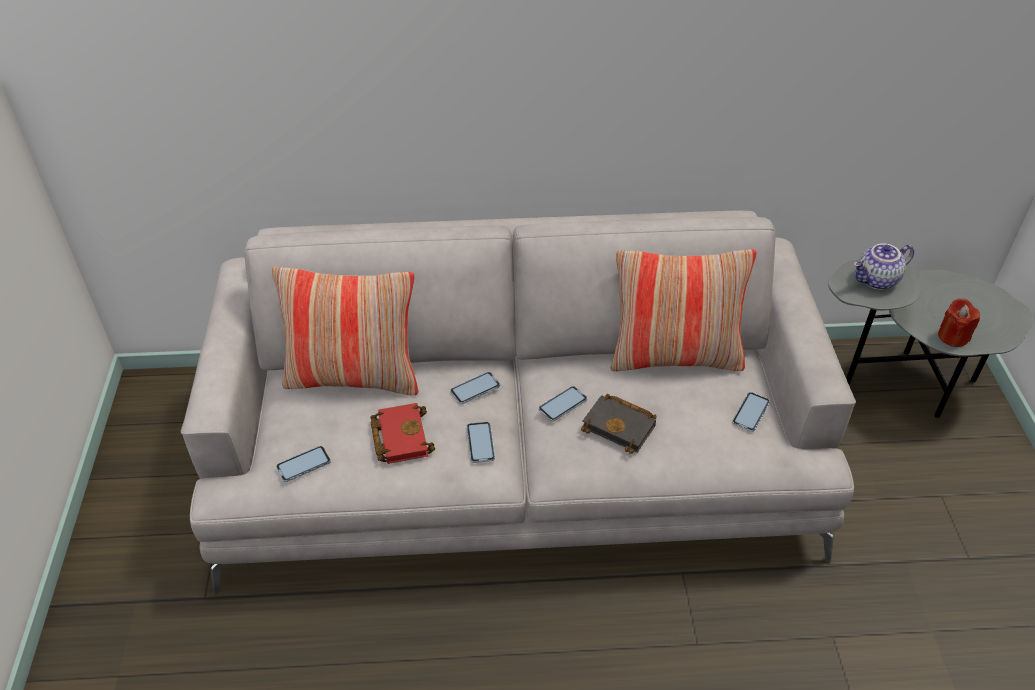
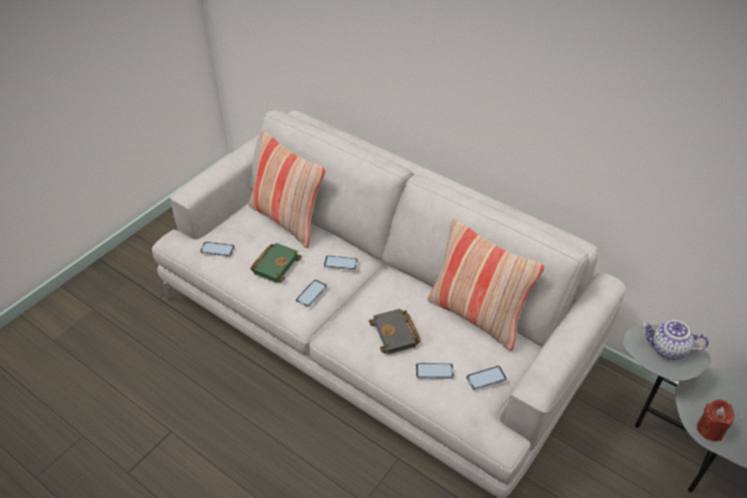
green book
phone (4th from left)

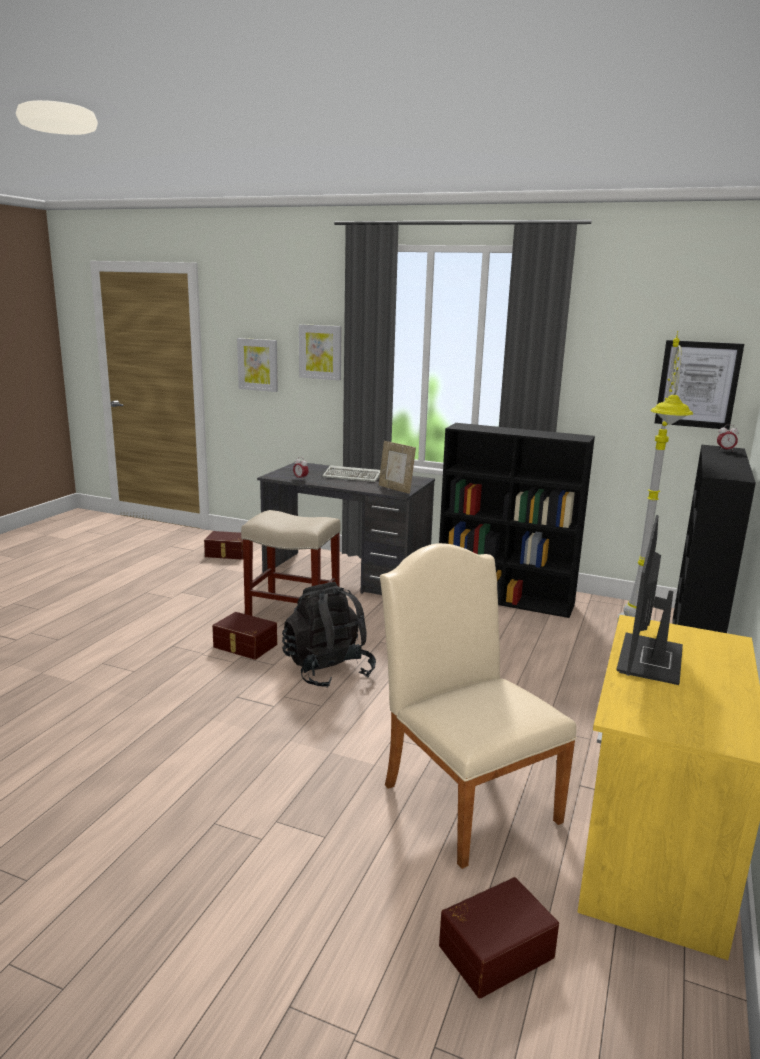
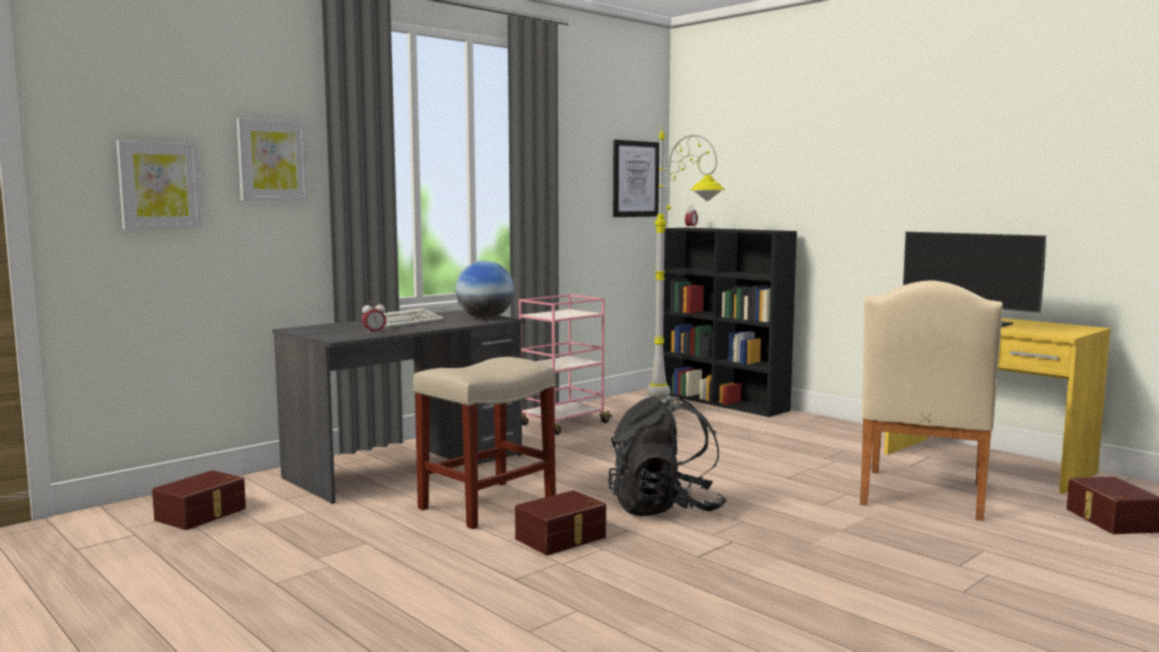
globe
beige chair
pink cart

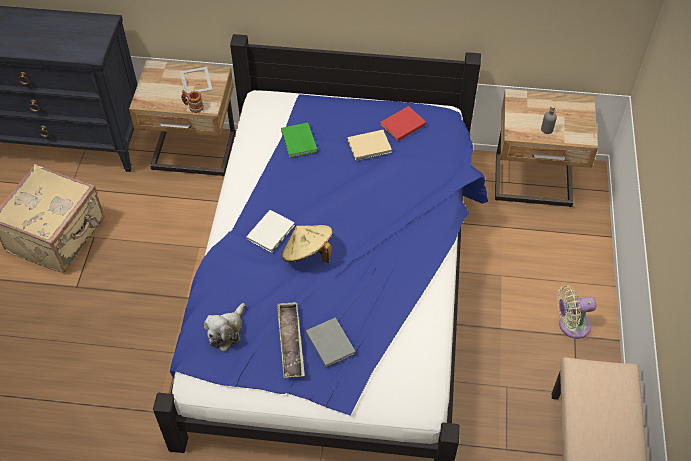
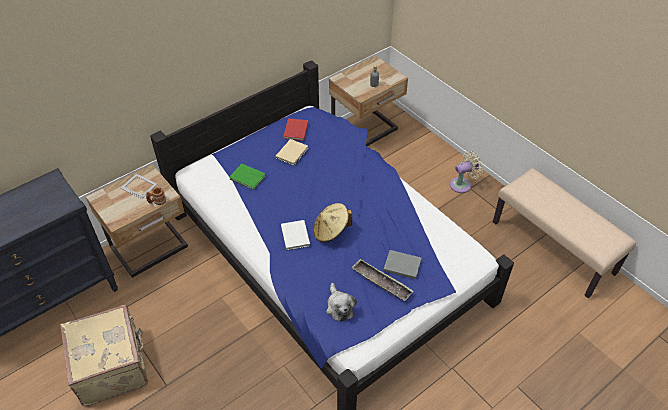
beige fan

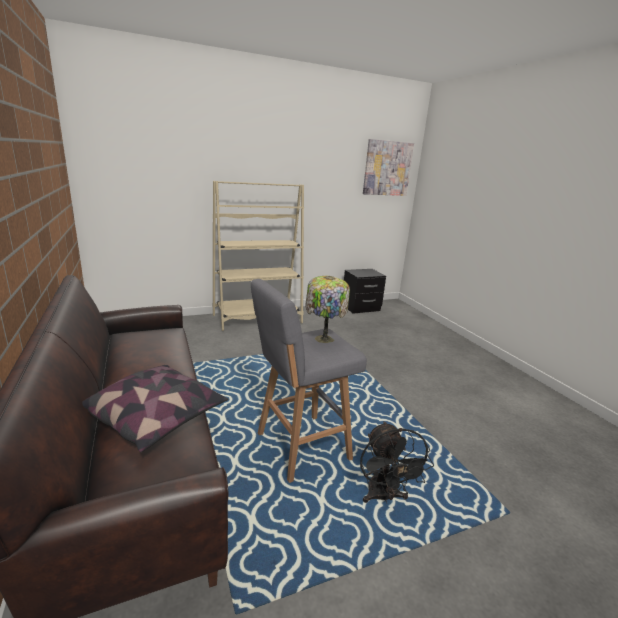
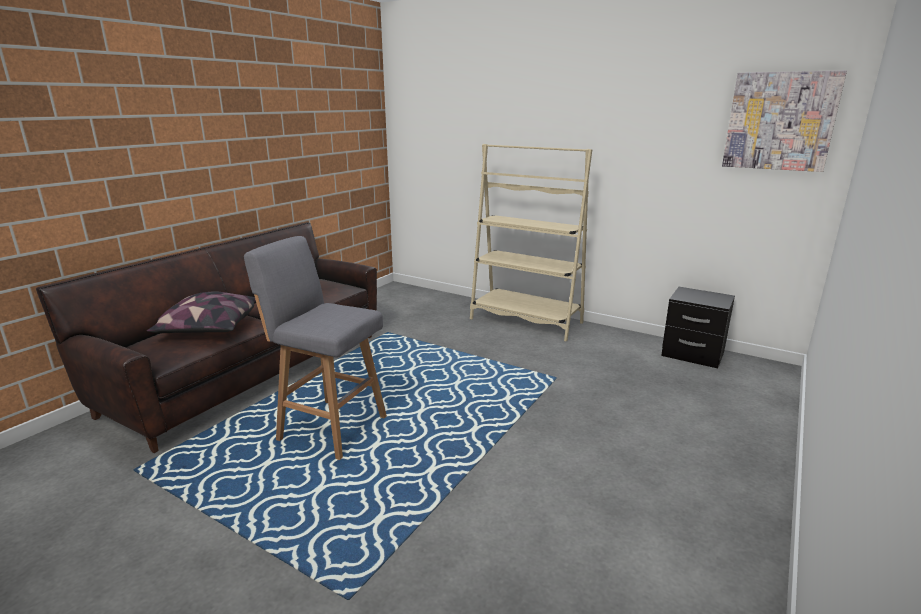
table lamp
black fan

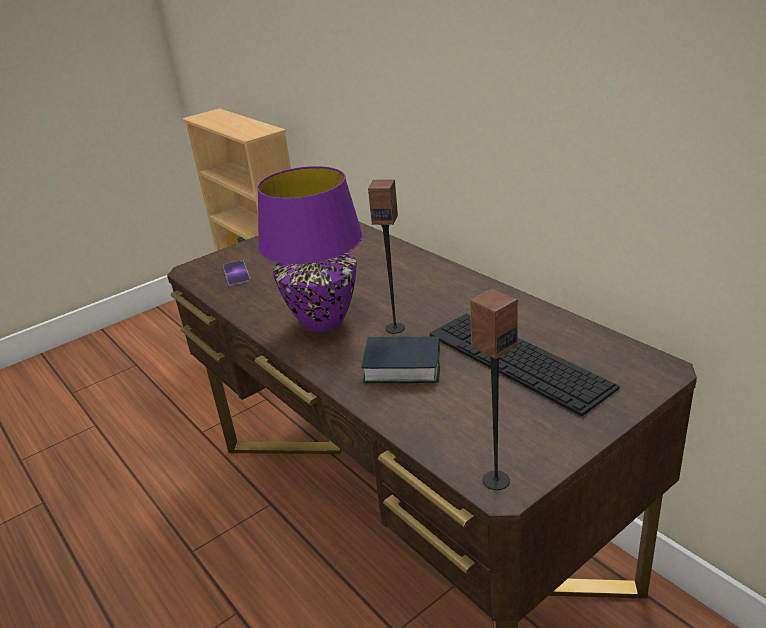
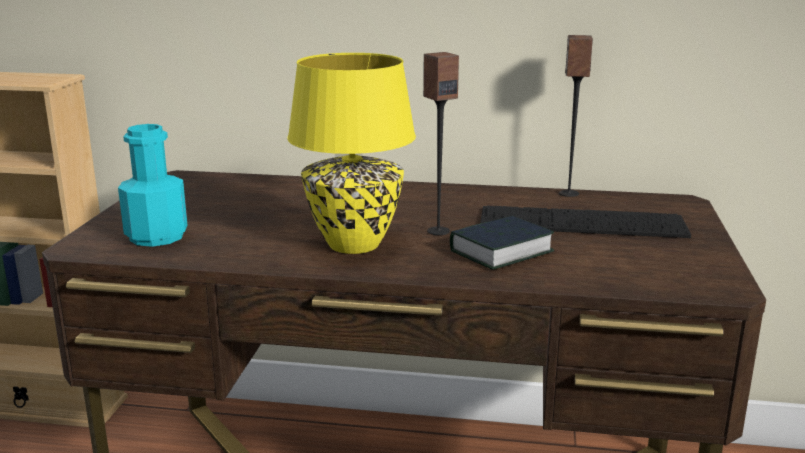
turquoise bottle
yellow table lamp
speaker (2nd from left)

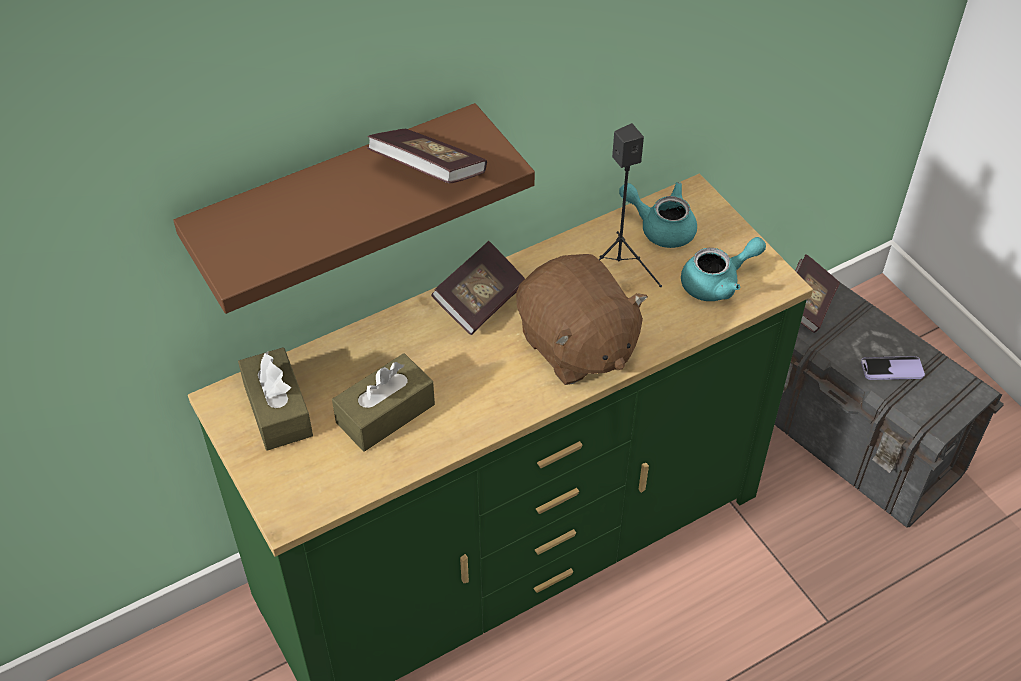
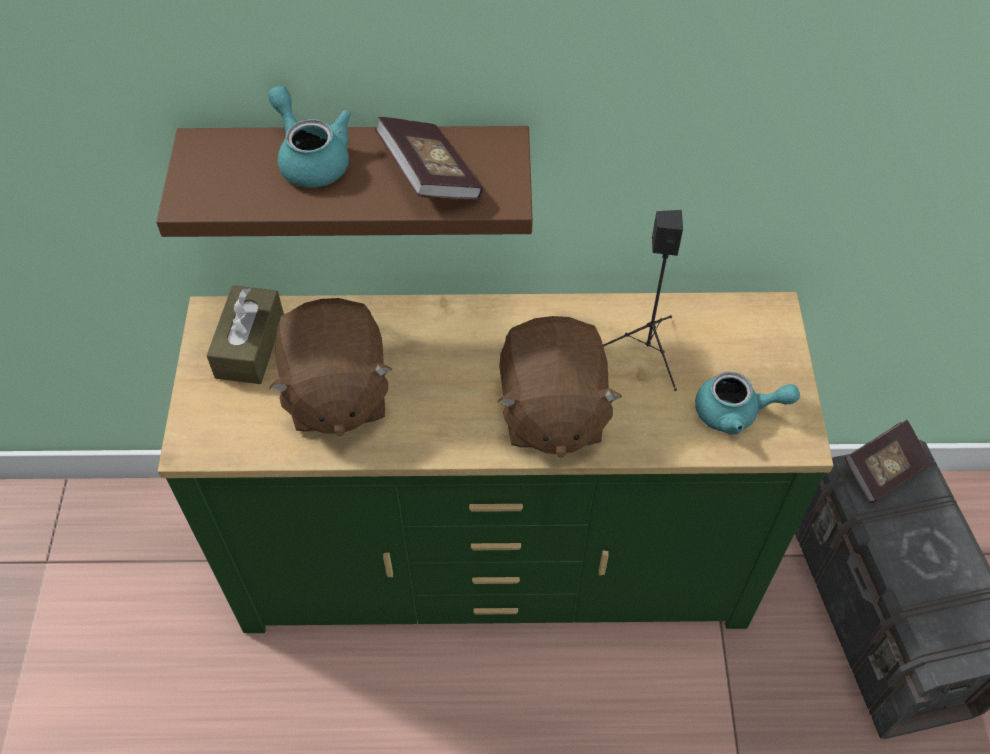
brown plush toy (1st from left)
book (2nd from left in the first image)
turquoise teapot (1st from left)
phone

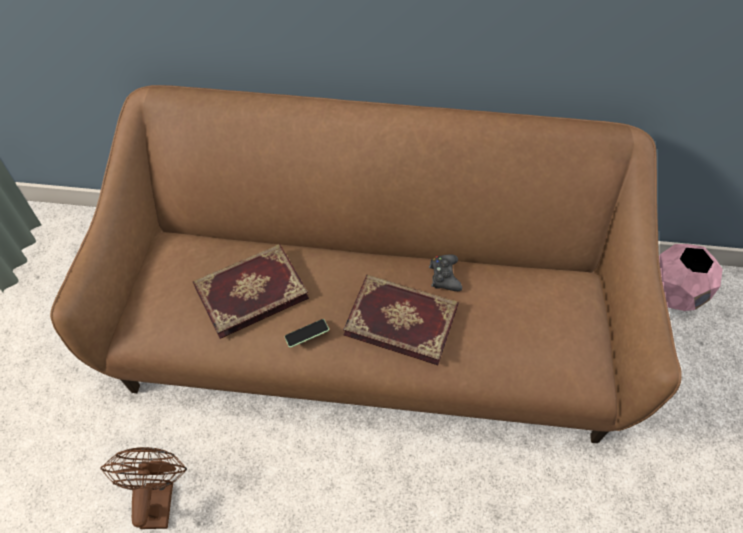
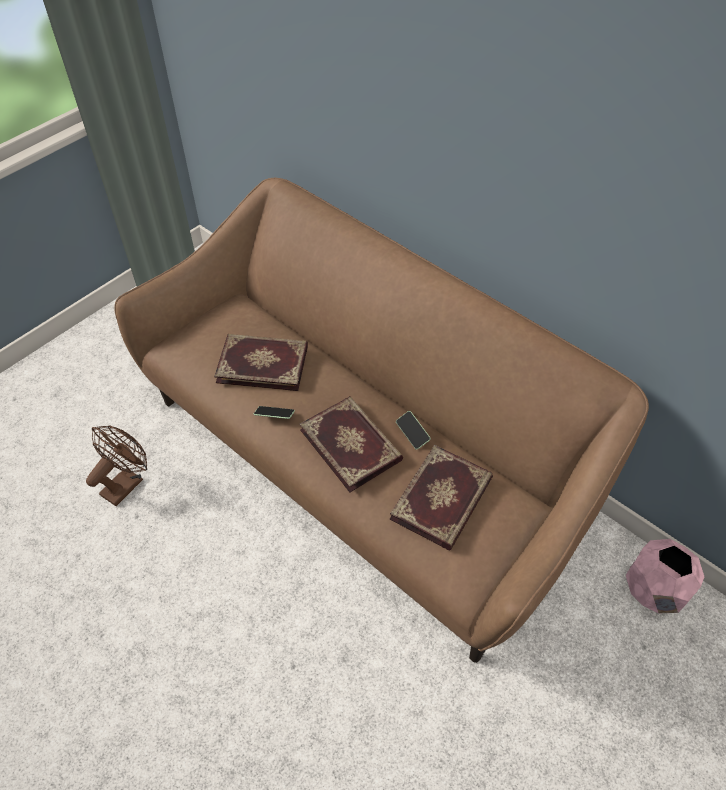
phone (2nd from left)
book (3rd from left)

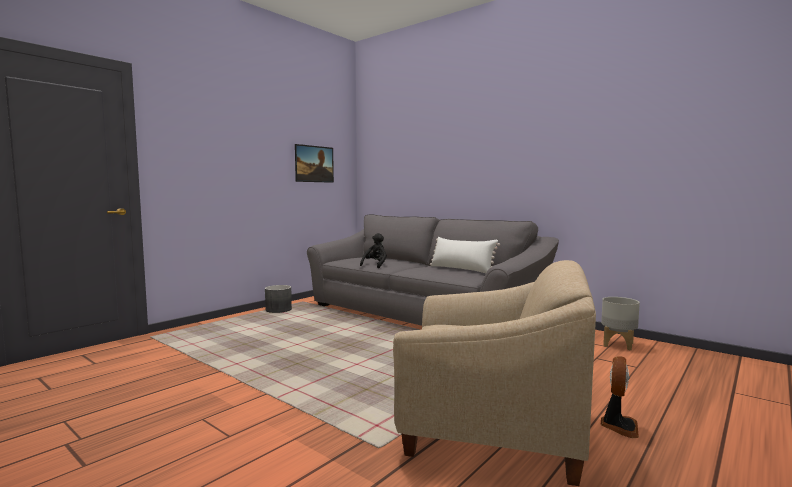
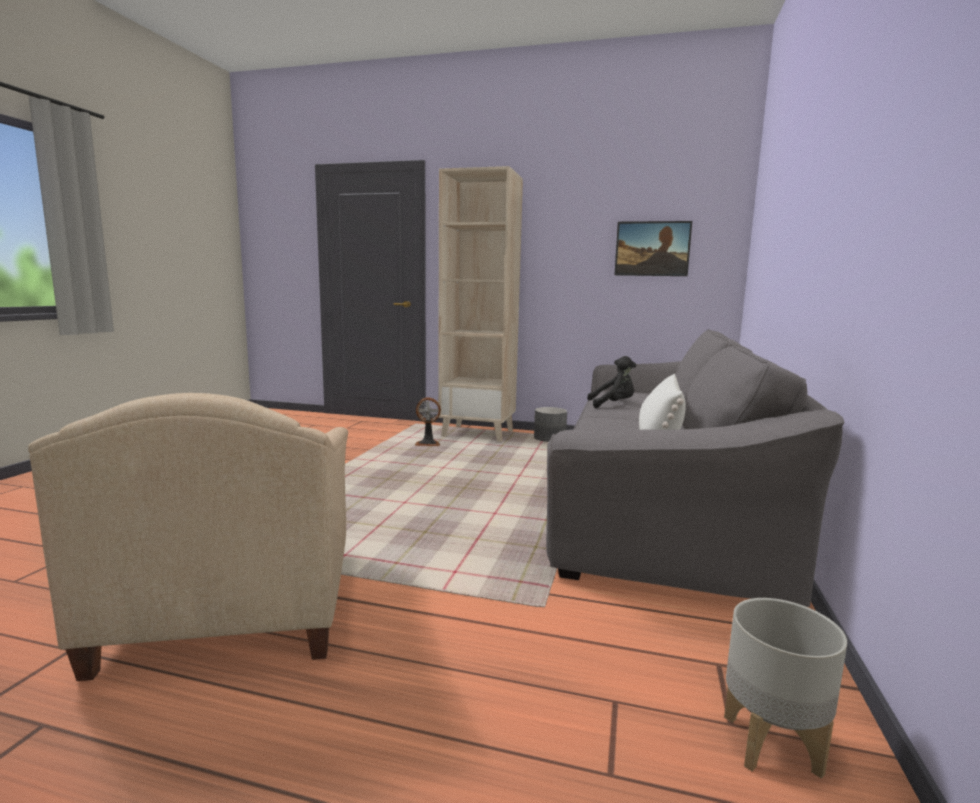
fan
beige bookcase

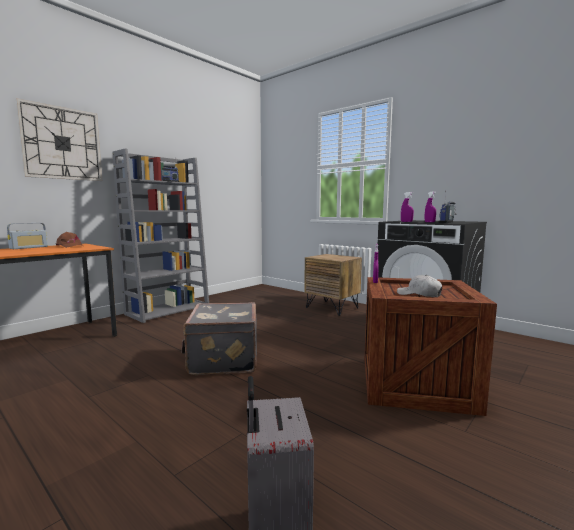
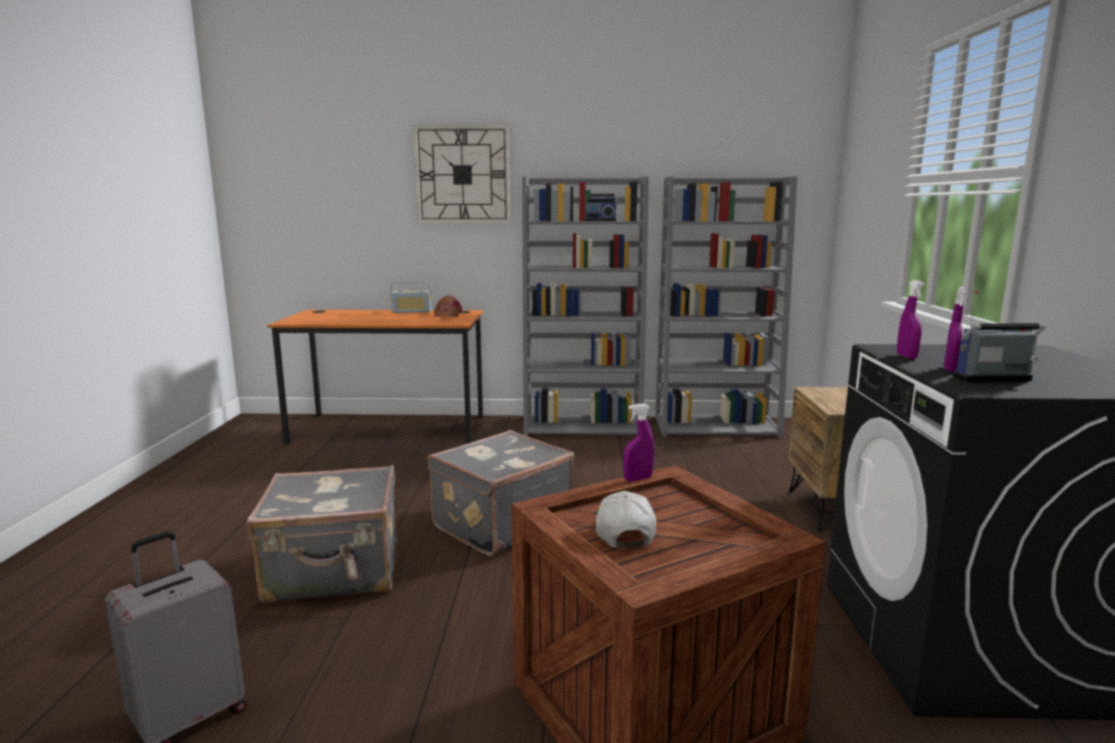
grey suitcase (2nd from left)
grey bookcase (2nd from left)

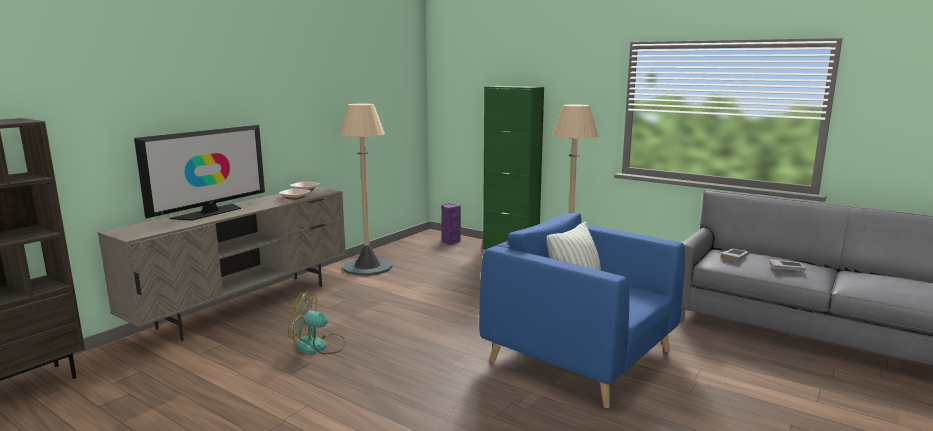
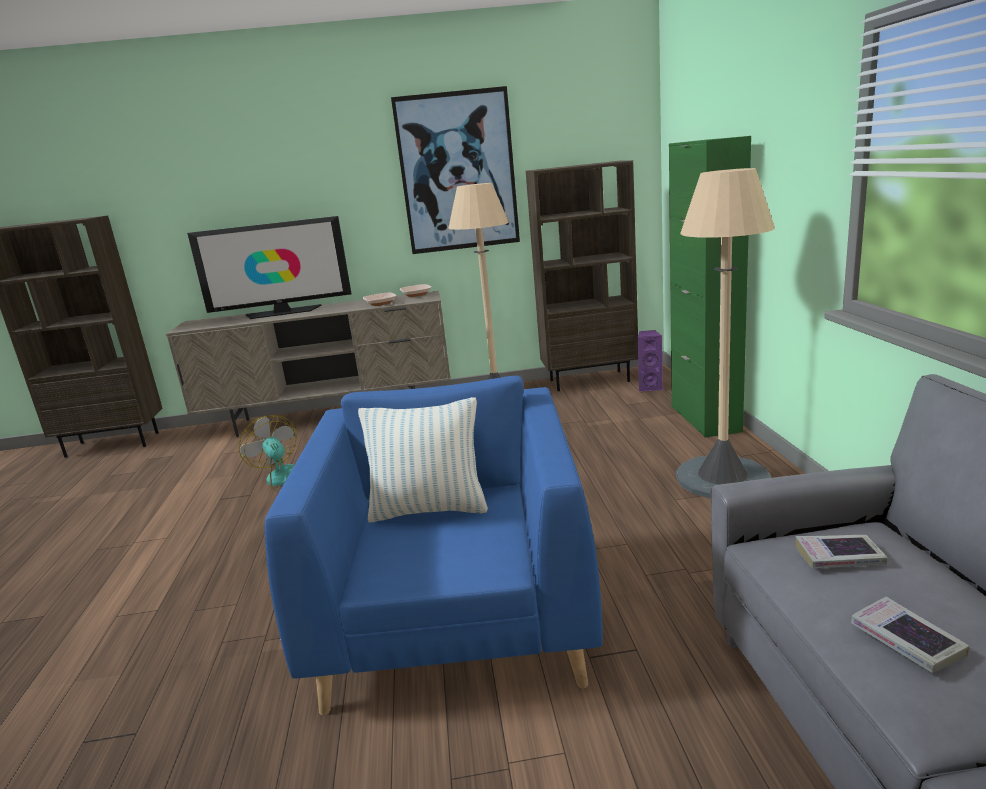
picture
brown bookcase (2nd from left)

